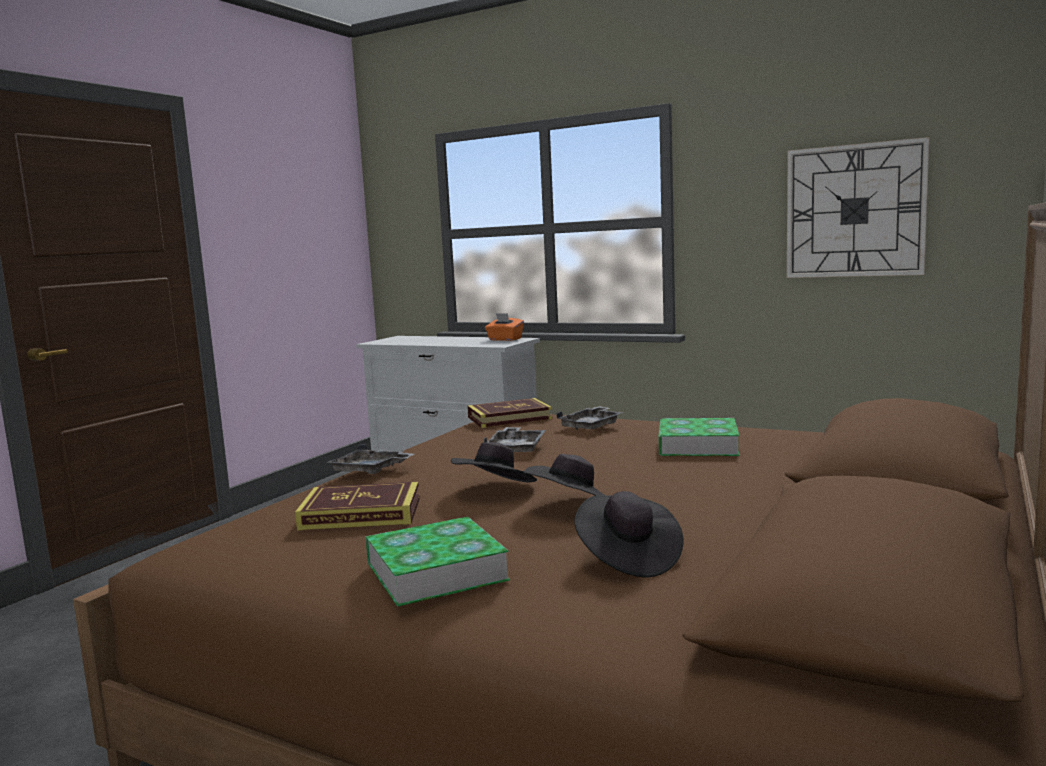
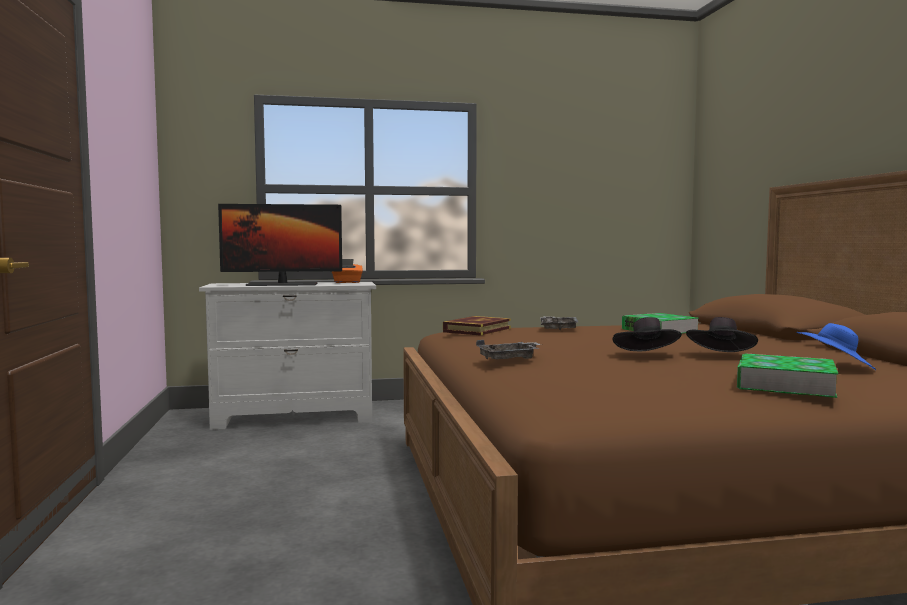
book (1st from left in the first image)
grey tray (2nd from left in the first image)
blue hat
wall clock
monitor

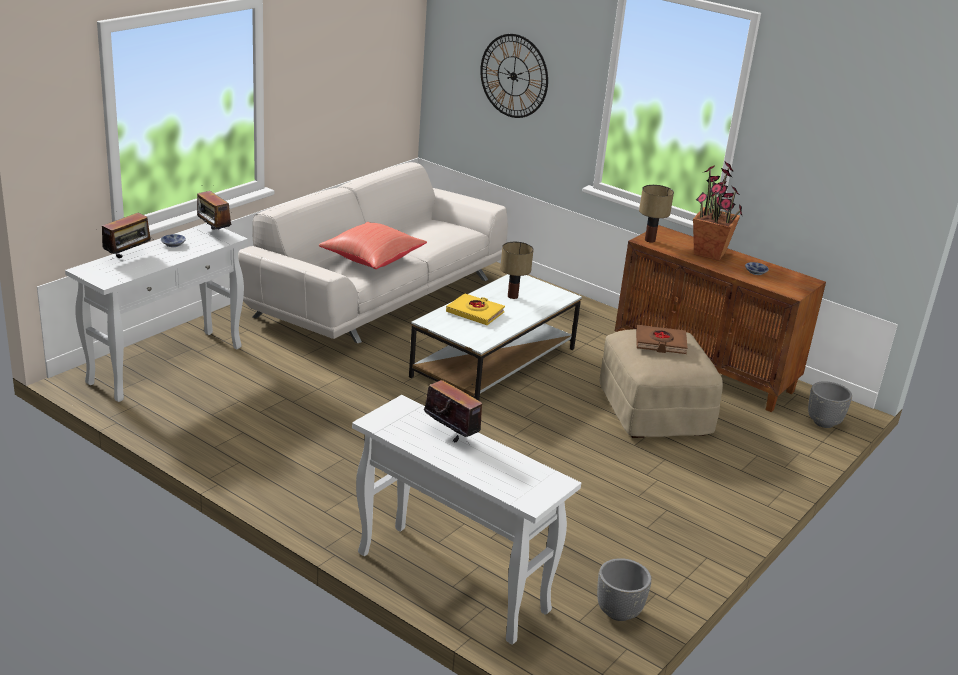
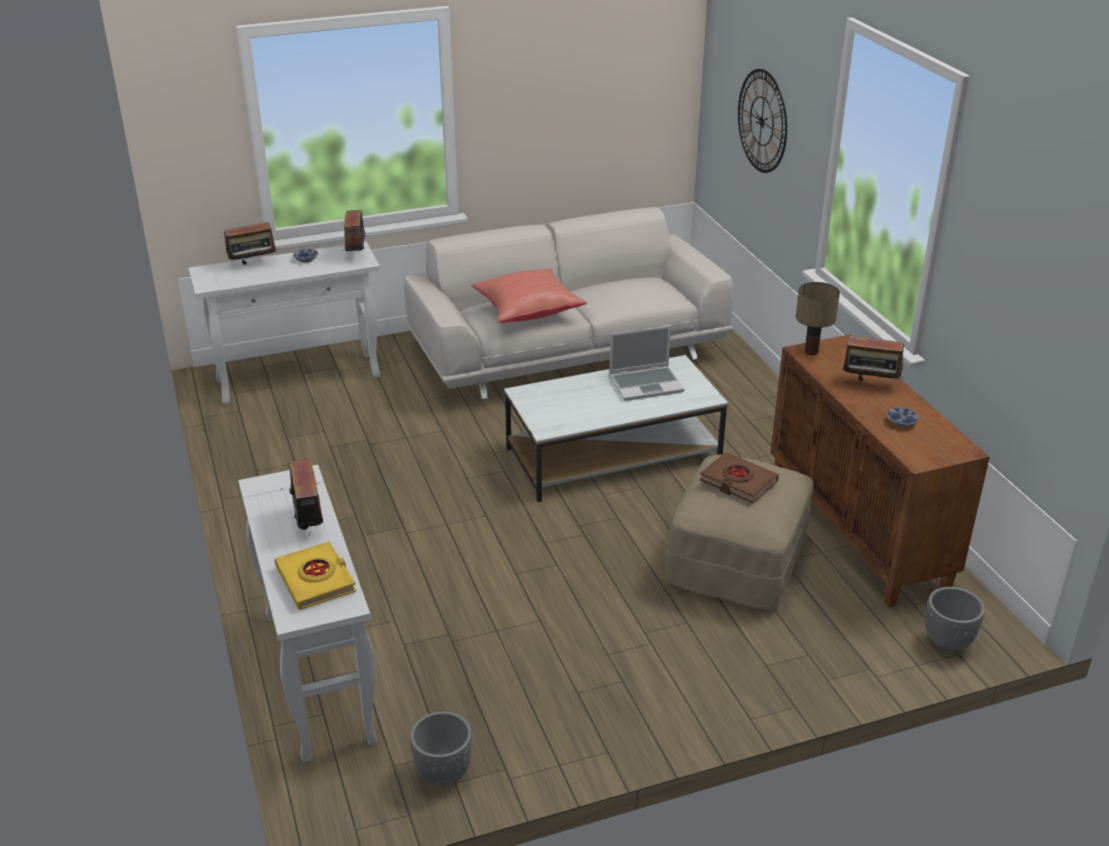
yellow book
laptop
radio (4th from left)

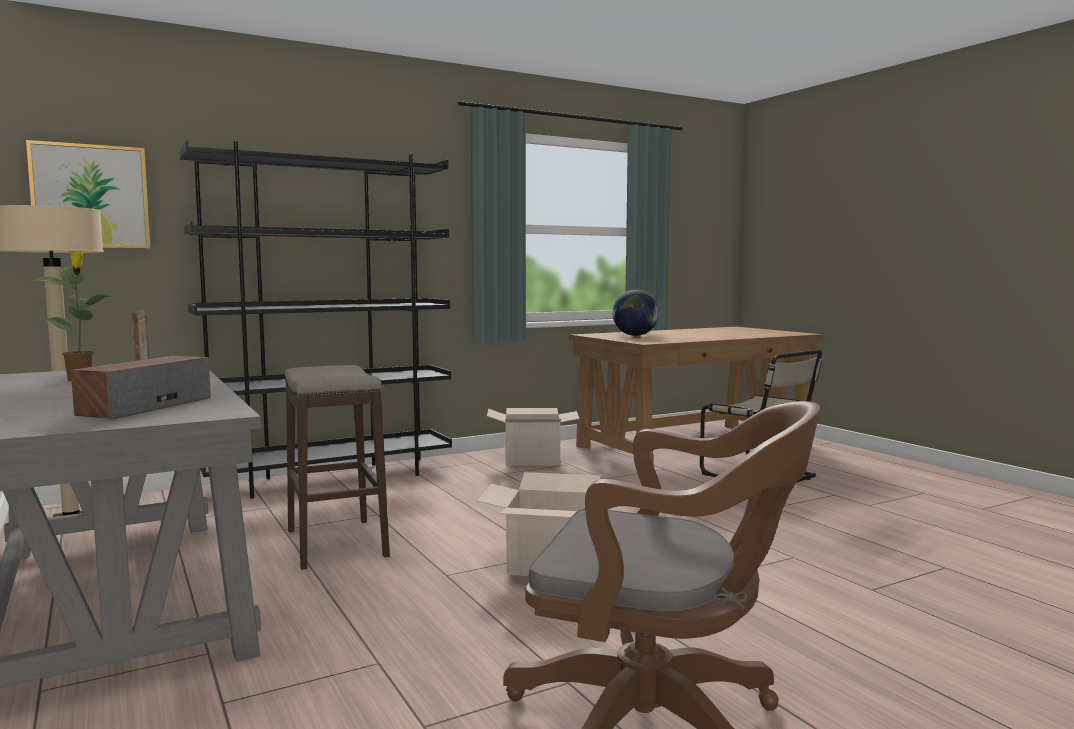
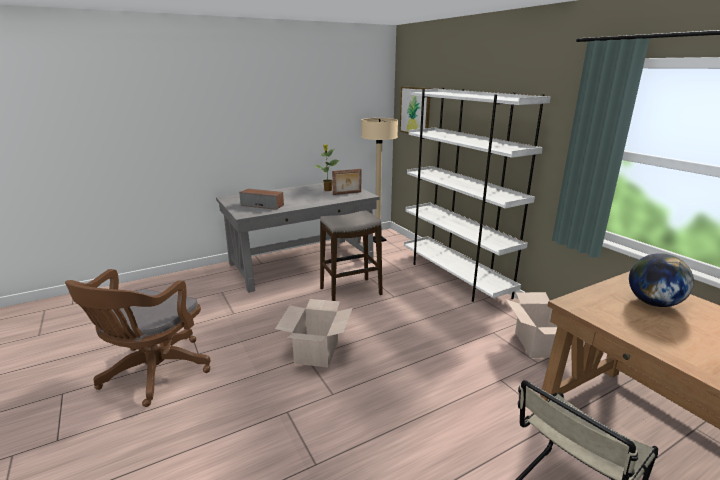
white bookcase

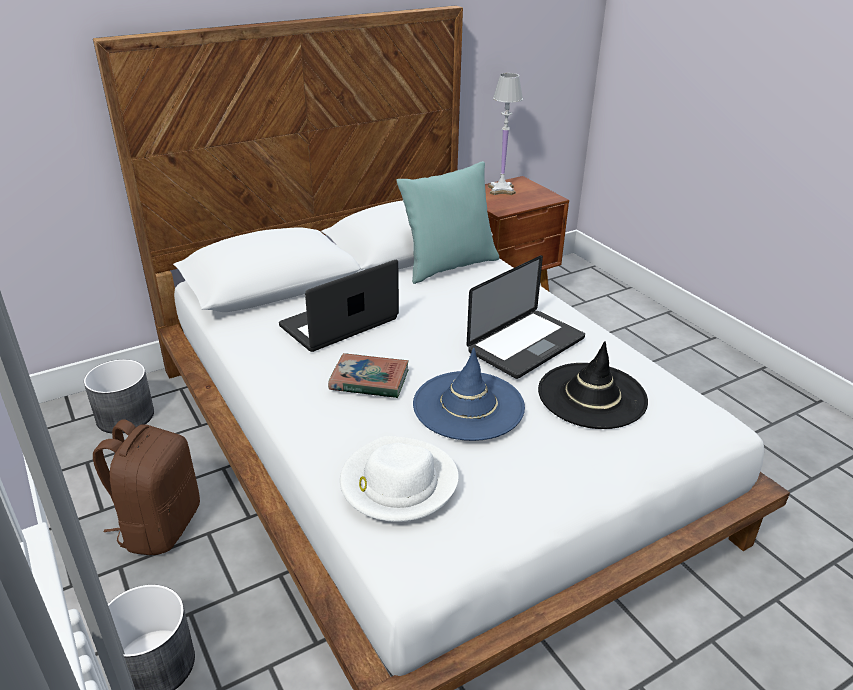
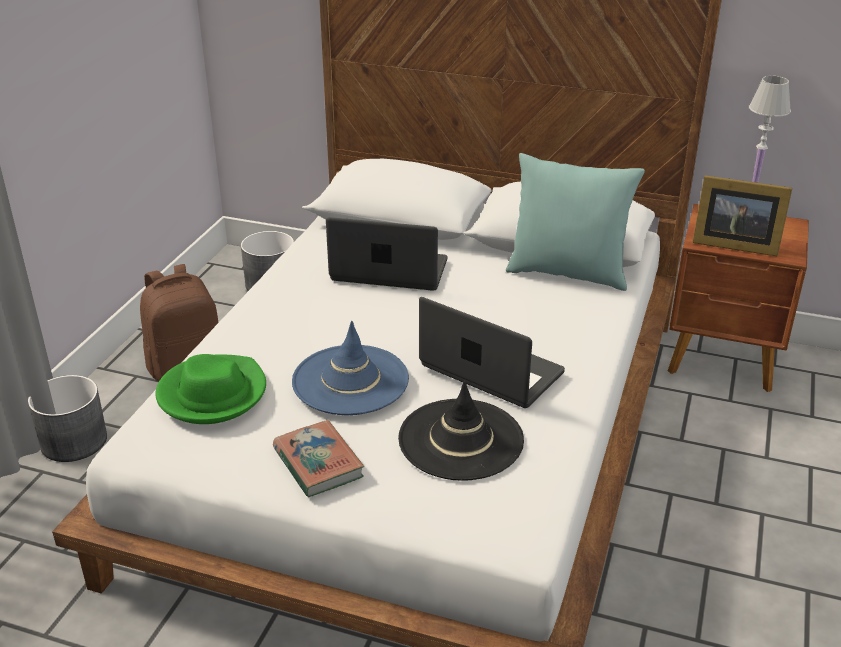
book
green hat
laptop (2nd from left)
picture frame

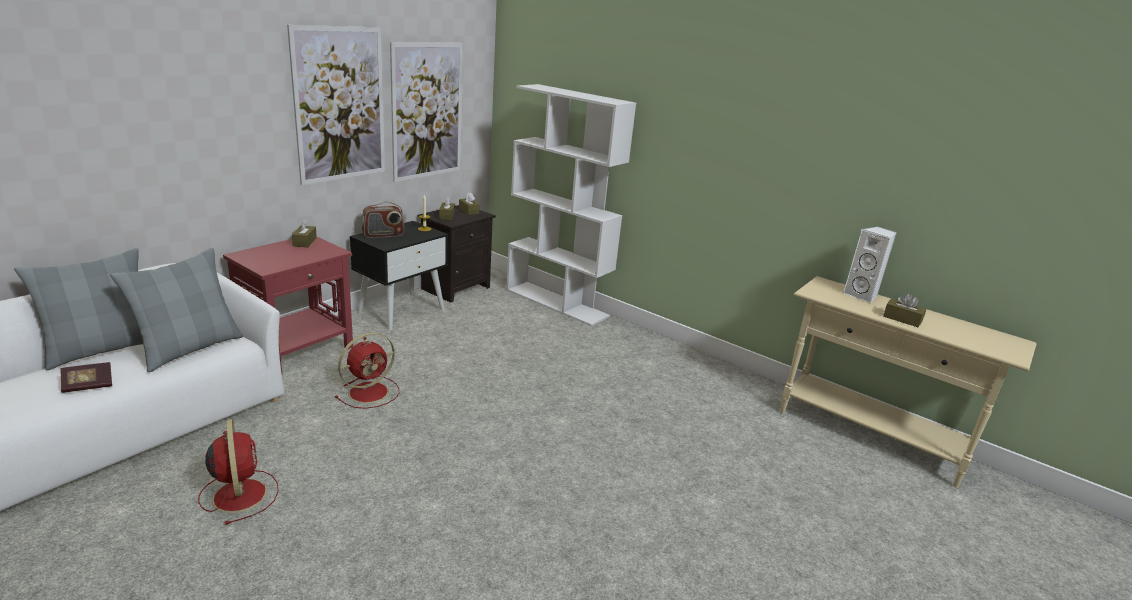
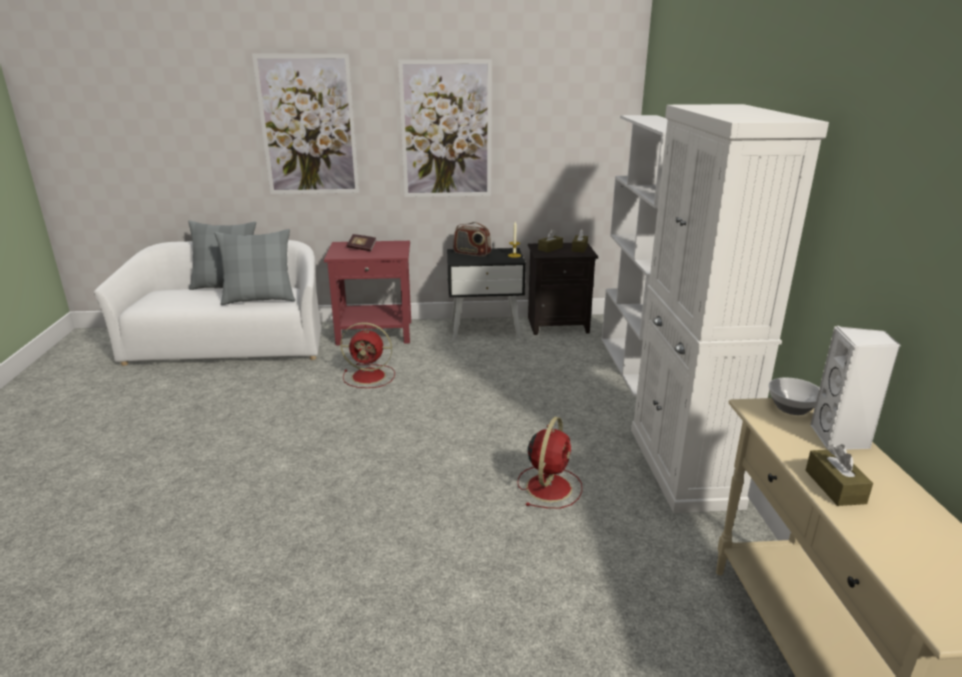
book
red fan (2nd from left)
brown tissue box (1st from left in the first image)
picture (1st from left)
white cabinet
bowl

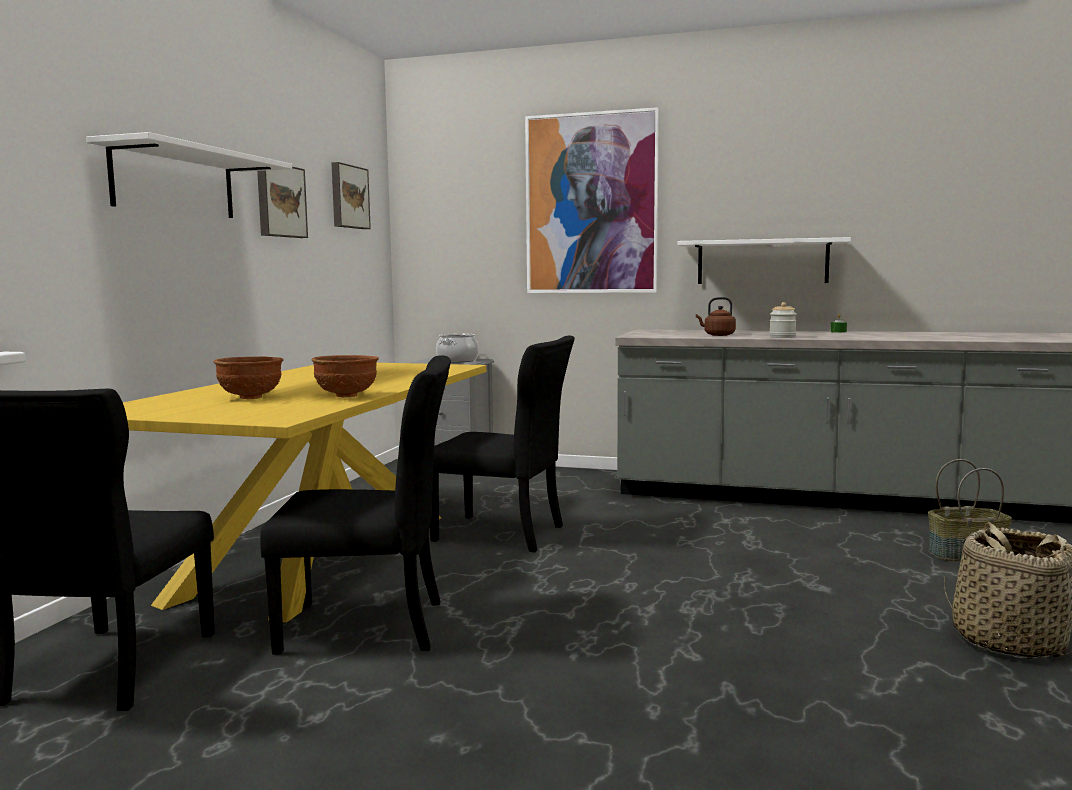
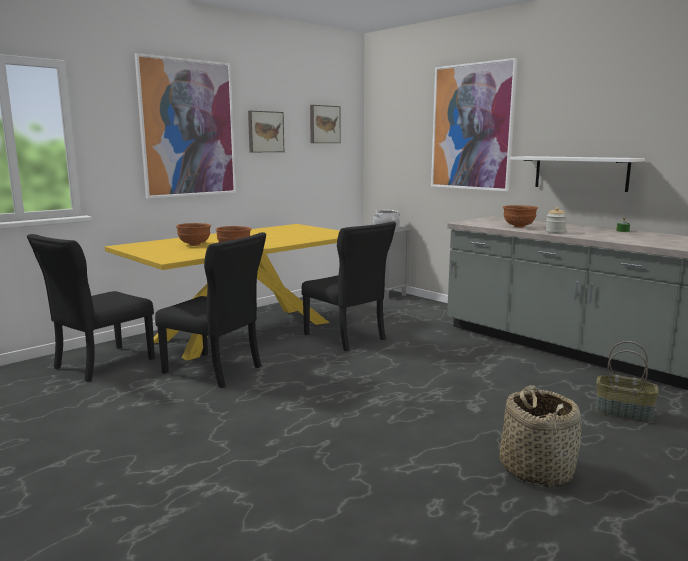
picture (1st from left)
brown bowl (3rd from left)

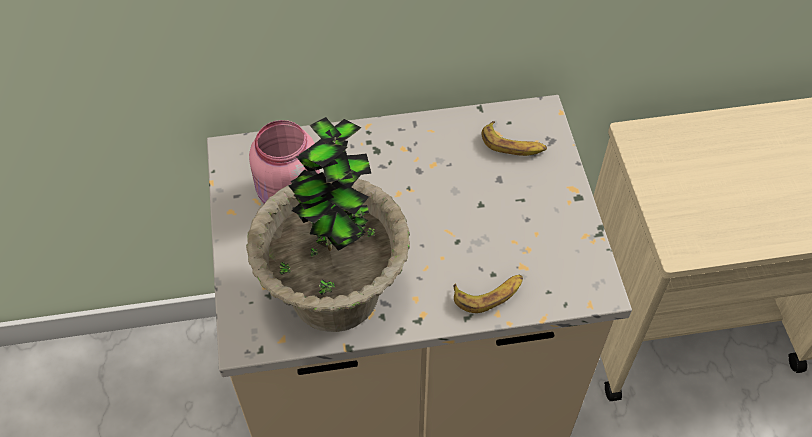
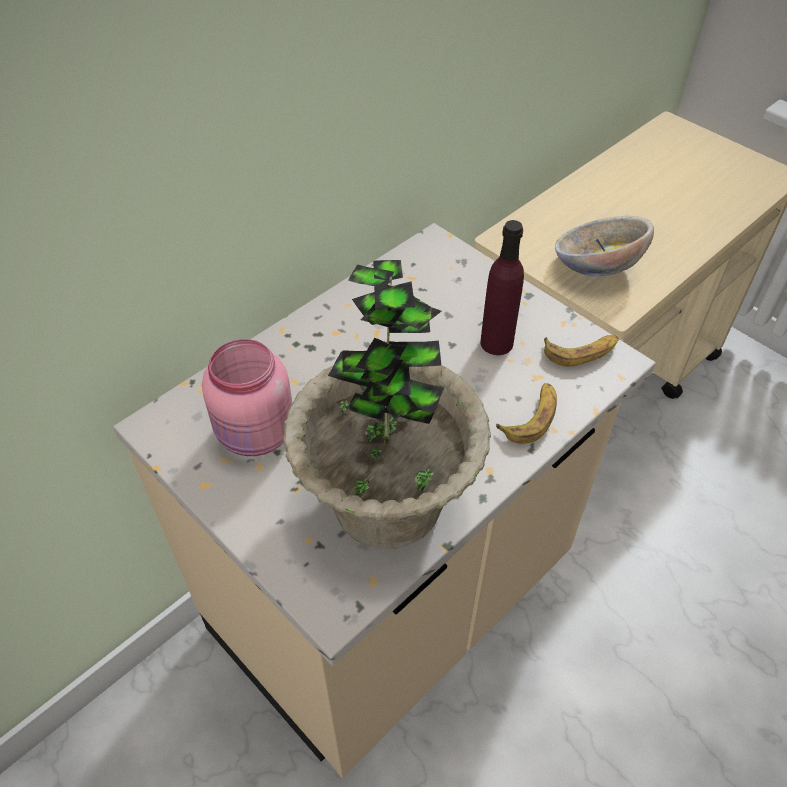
banana (2nd from left)
purple bottle
bowl

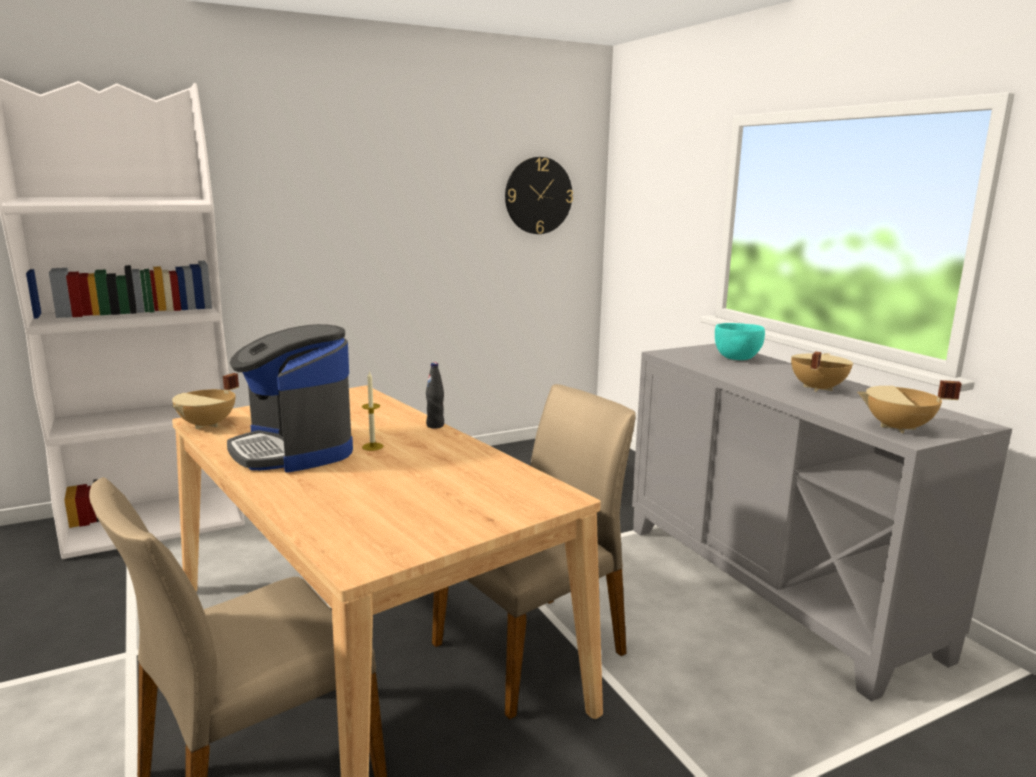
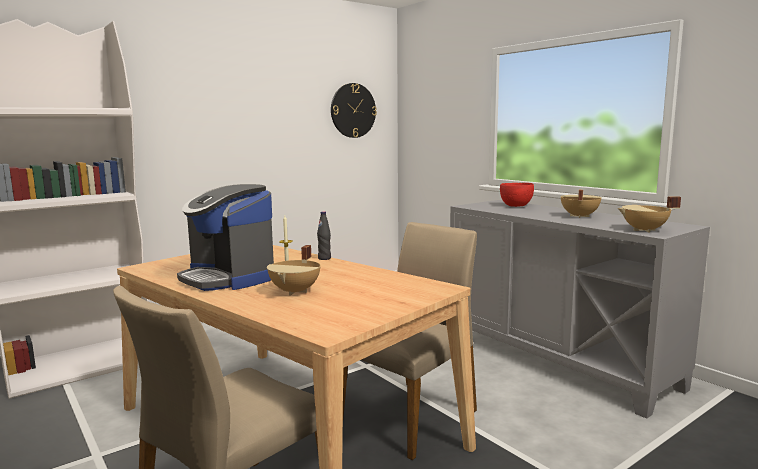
beige cooking pot (1st from left)
red bowl

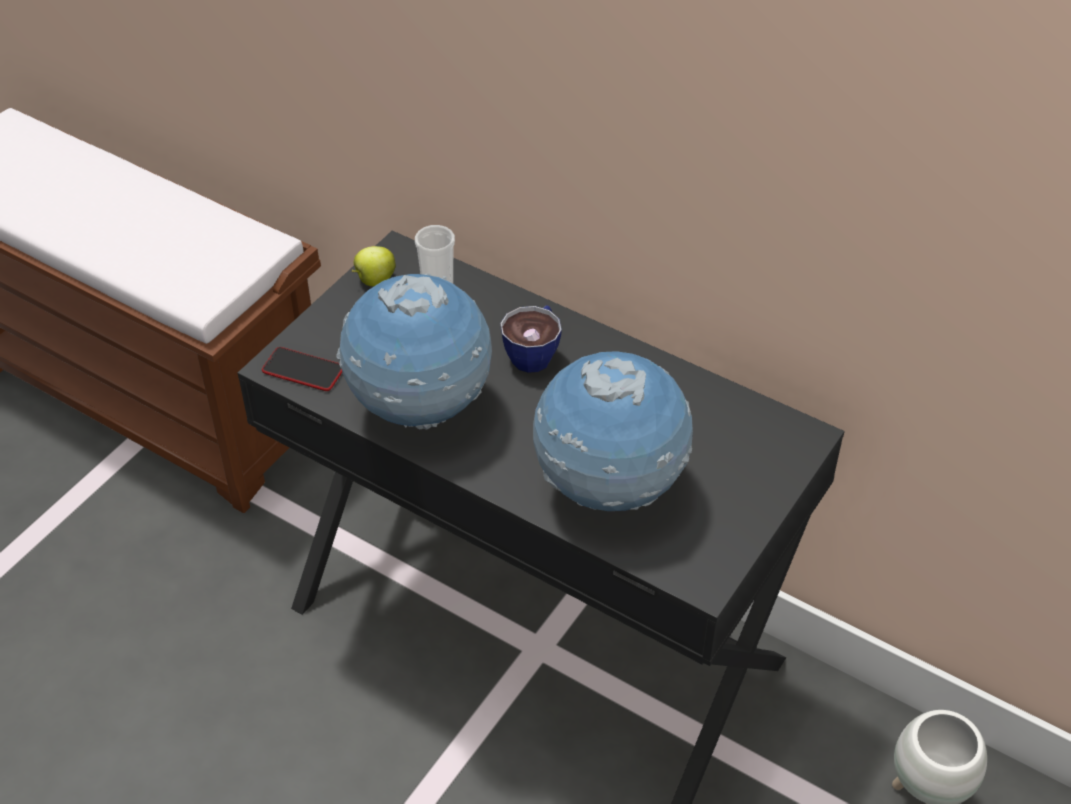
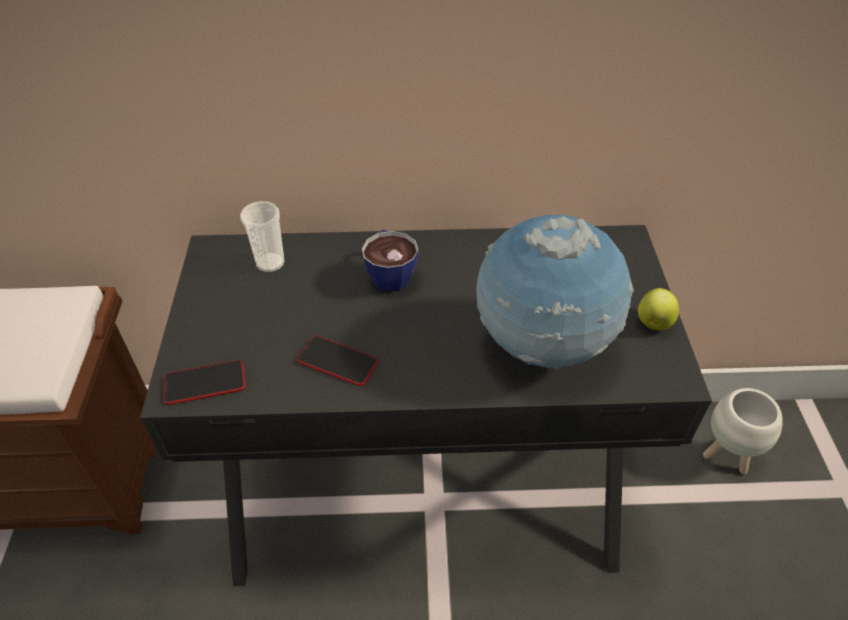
phone (2nd from left)
apple

